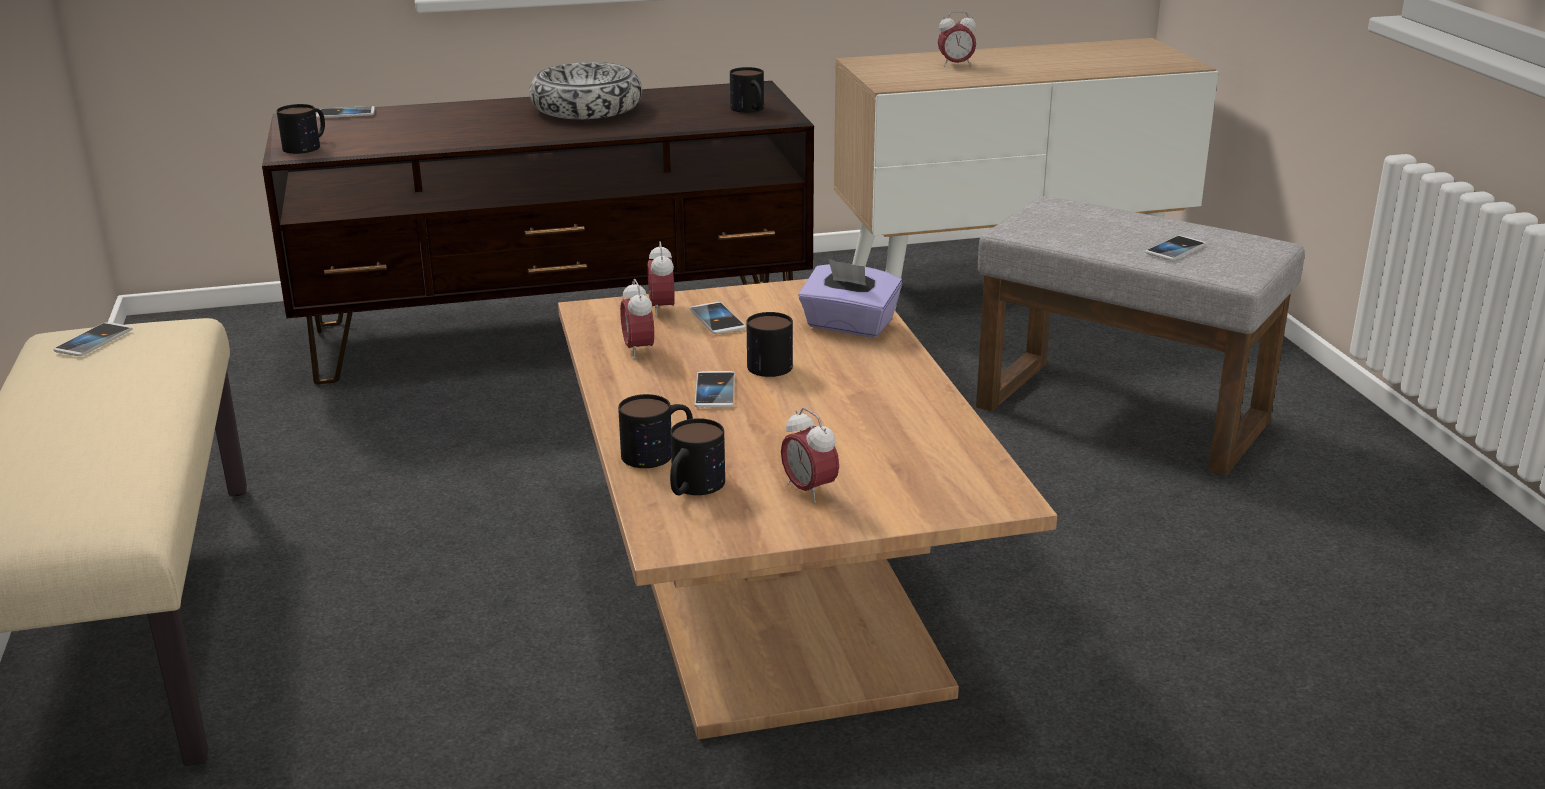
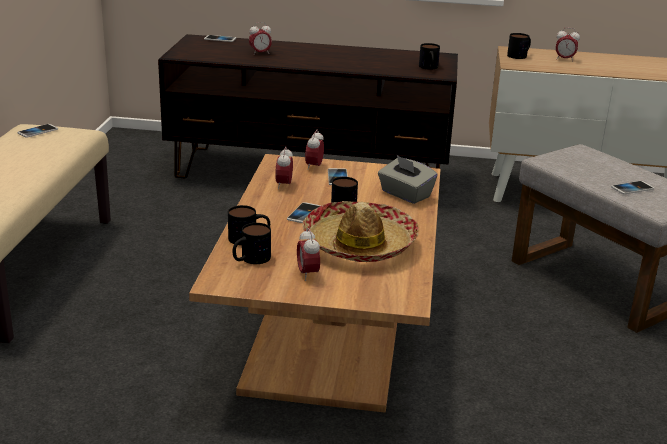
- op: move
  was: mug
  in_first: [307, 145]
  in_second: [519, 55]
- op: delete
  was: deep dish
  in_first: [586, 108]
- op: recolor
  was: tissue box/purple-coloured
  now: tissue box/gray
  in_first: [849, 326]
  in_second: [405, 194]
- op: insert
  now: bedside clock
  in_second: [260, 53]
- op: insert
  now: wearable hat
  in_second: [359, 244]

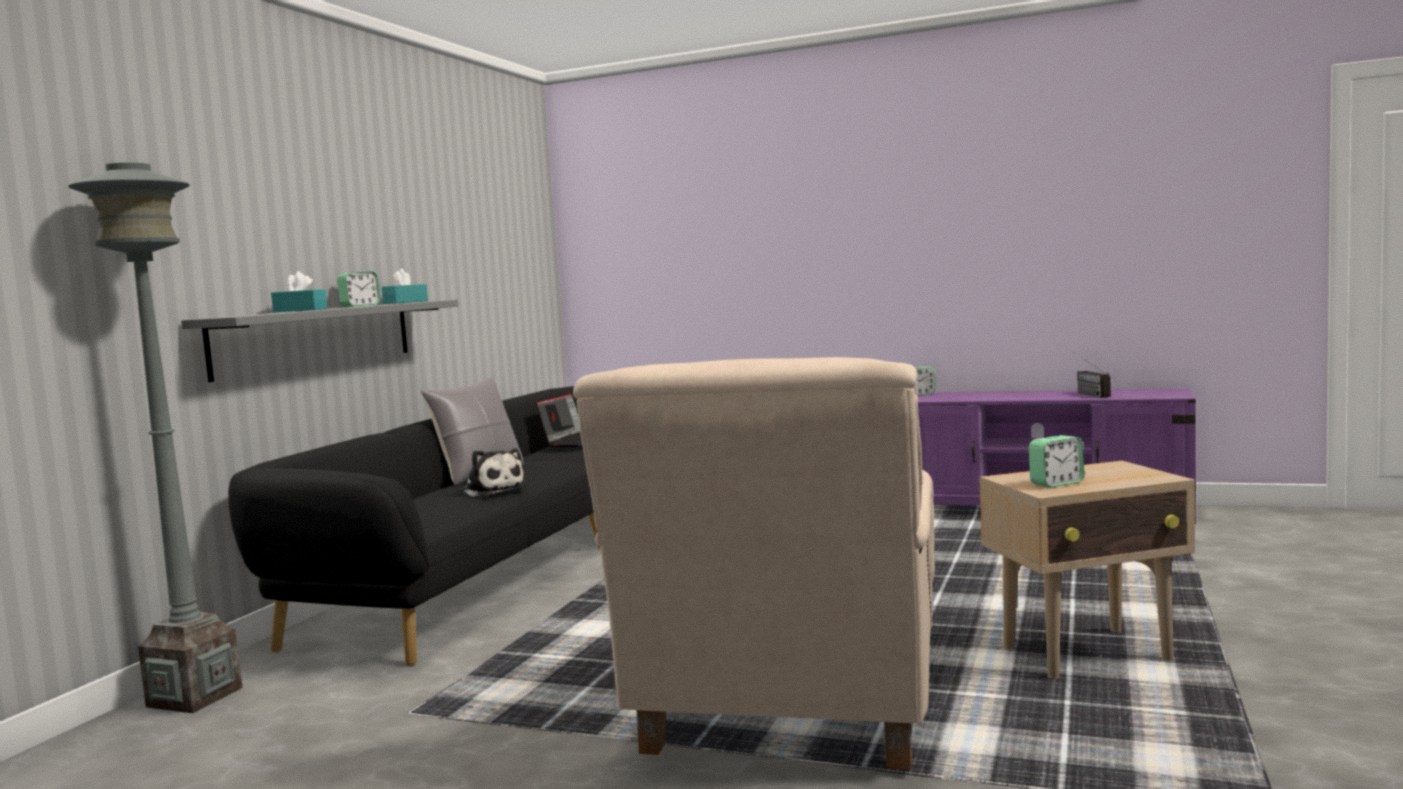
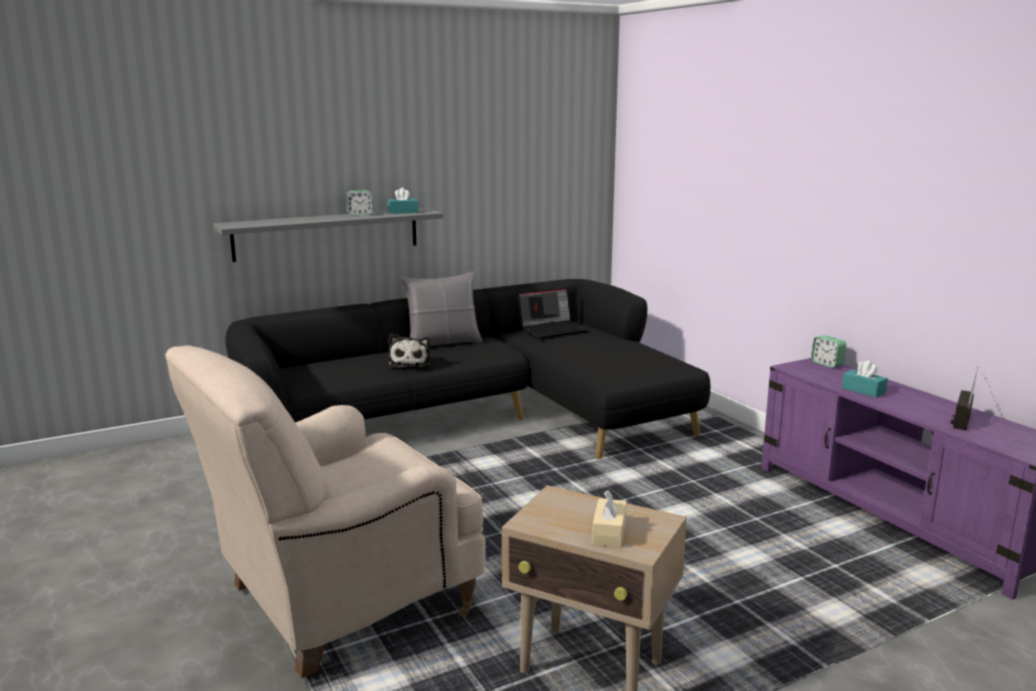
- op: delete
  was: standard lamp/gray
  in_first: [194, 697]
- op: move
  was: tissue box/turquoise-coloured
  in_first: [300, 310]
  in_second: [863, 390]
- op: delete
  was: bedside clock
  in_first: [1056, 483]
- op: insert
  now: tissue box/beige-coloured
  in_second: [609, 532]

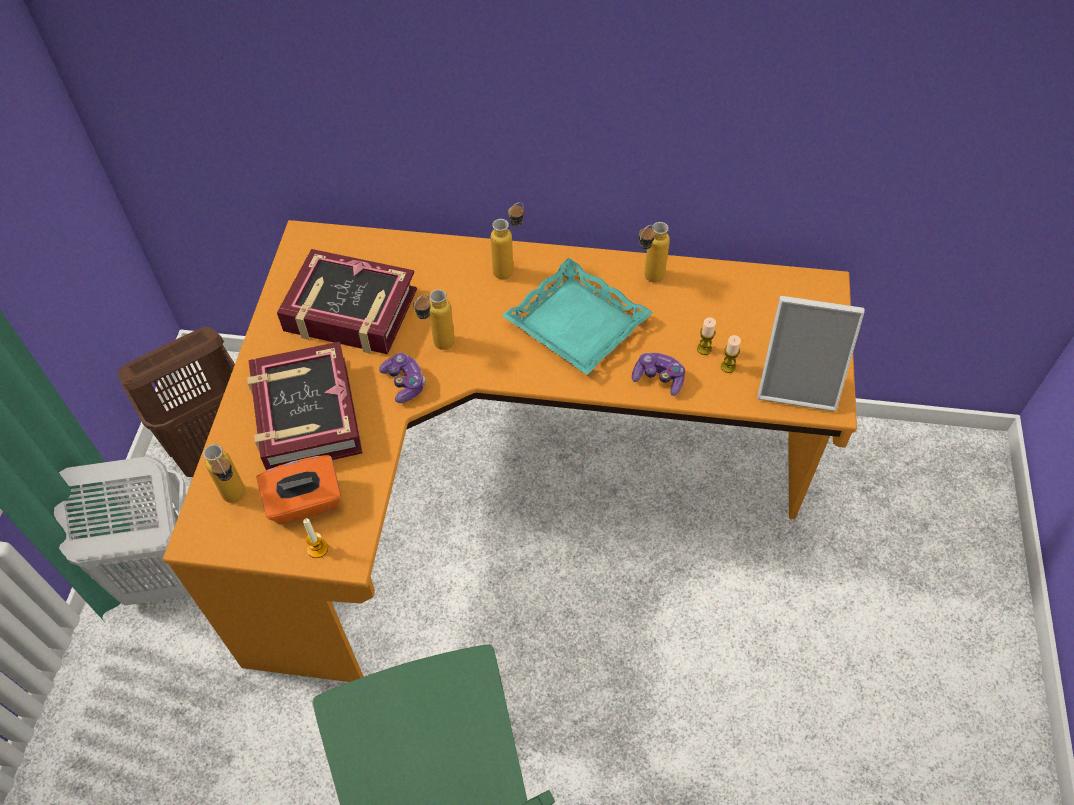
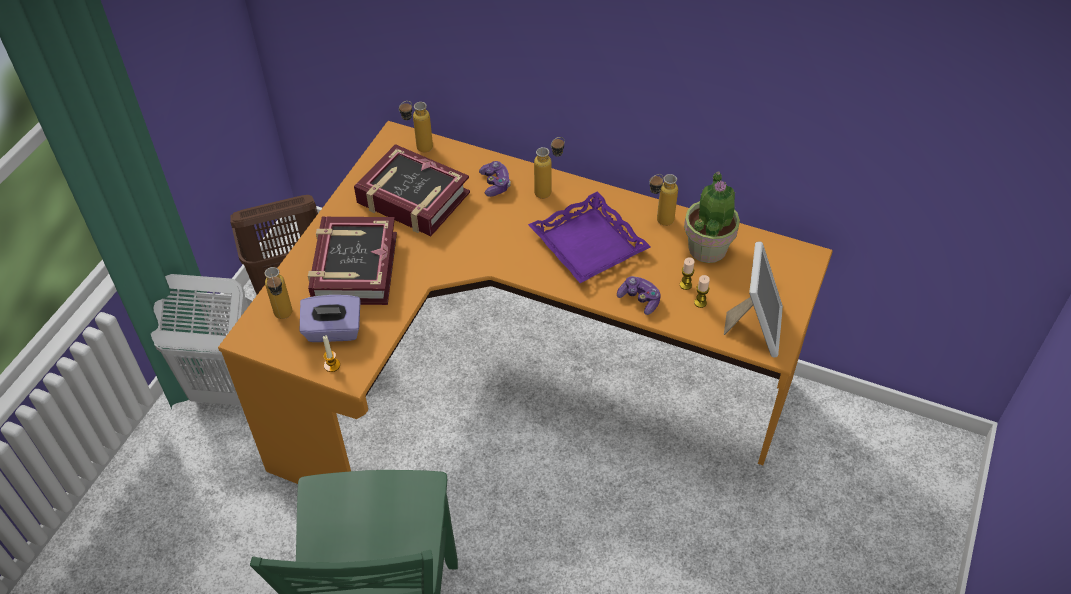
- op: recolor
  was: tissue box/orange
  now: tissue box/purple-coloured
  in_first: [305, 503]
  in_second: [333, 331]
- op: move
  was: game controller
  in_first: [404, 383]
  in_second: [495, 184]
- op: move
  was: beverage bottle
  in_first: [437, 347]
  in_second: [418, 150]
- op: recolor
  was: tray/turquoise-coloured
  now: tray/purple-coloured
  in_first: [576, 323]
  in_second: [587, 244]
- op: rotate
  was: photo frame
  in_first: [798, 383]
  in_second: [754, 328]
  clockwise: -105
- op: insert
  now: plant in a pot
  in_second: [708, 248]

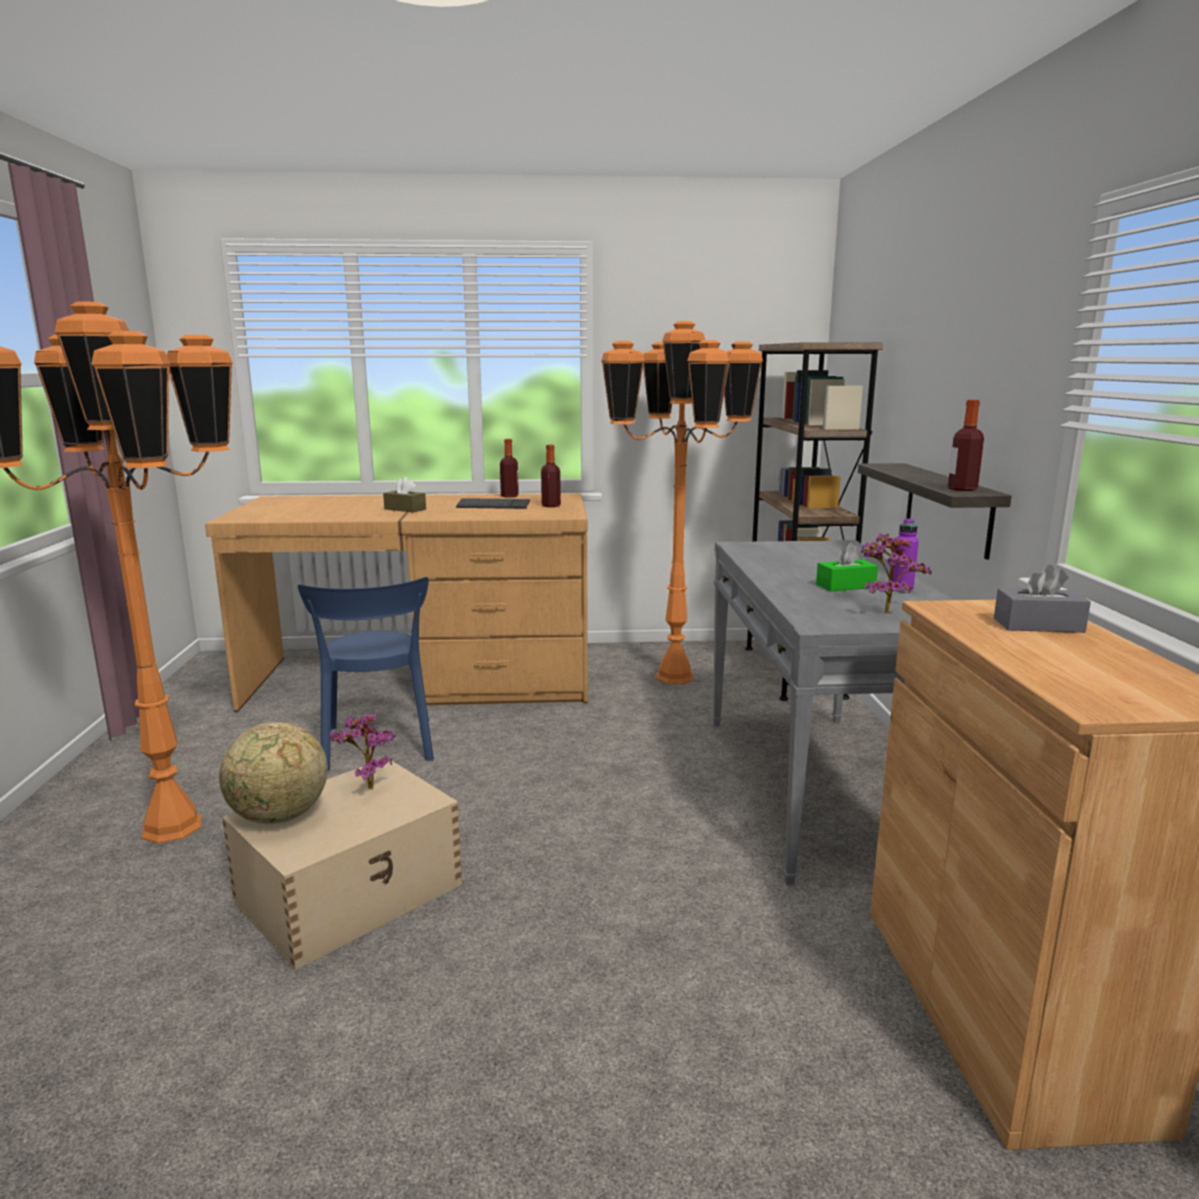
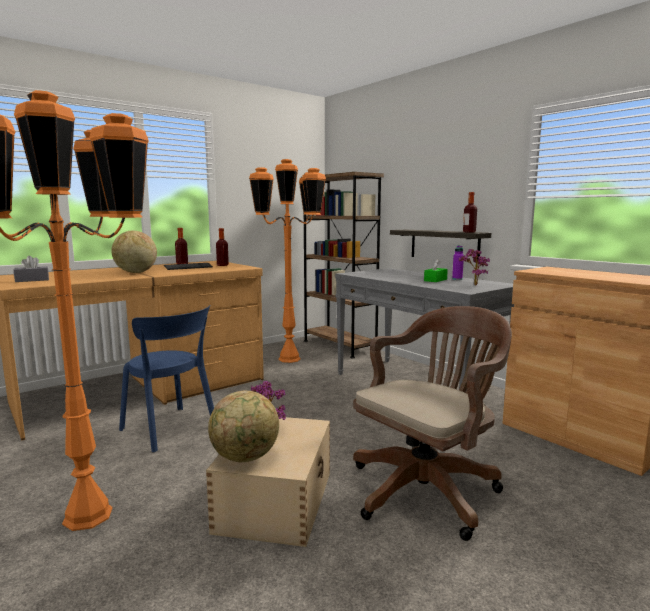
- op: replace
  was: tissue box/brown-coloured
  now: desk globe
  in_first: [405, 509]
  in_second: [135, 272]
- op: move
  was: tissue box/gray
  in_first: [1038, 625]
  in_second: [32, 280]
- op: insert
  now: computer chair/brown-coloured
  in_second: [428, 488]

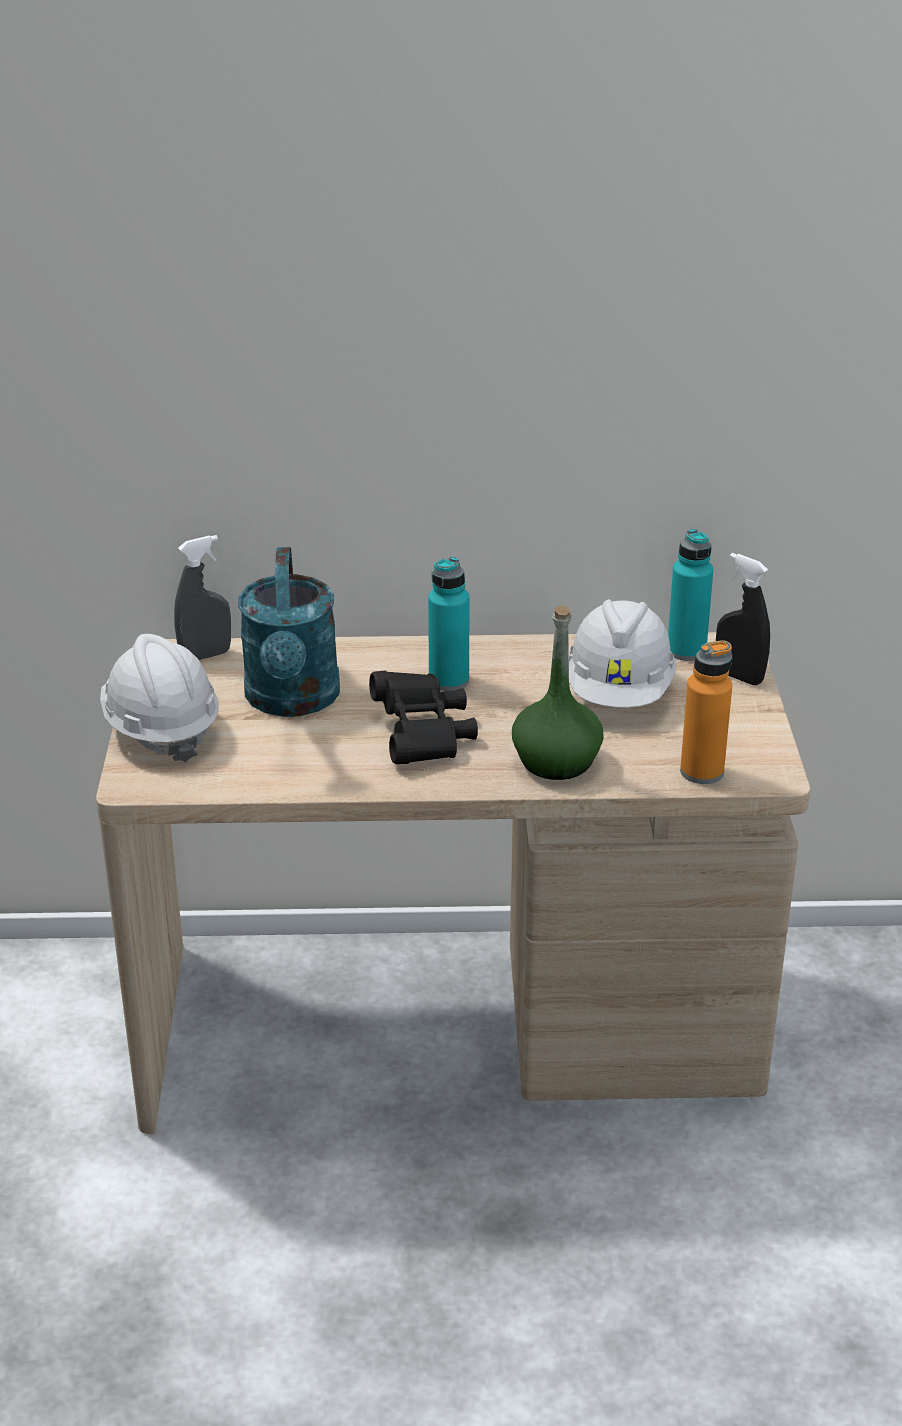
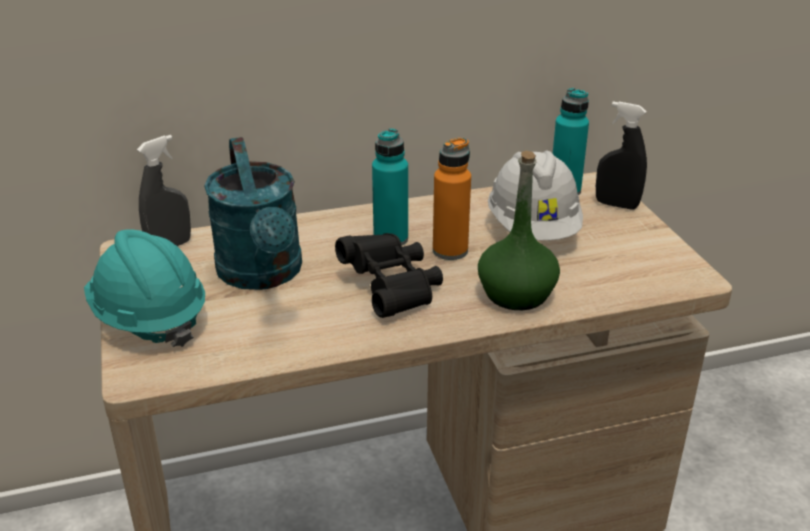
- op: recolor
  was: work helmet/white
  now: work helmet/turquoise-coloured
  in_first: [161, 730]
  in_second: [149, 319]
- op: move
  was: beverage bottle/orange
  in_first: [702, 772]
  in_second: [450, 251]

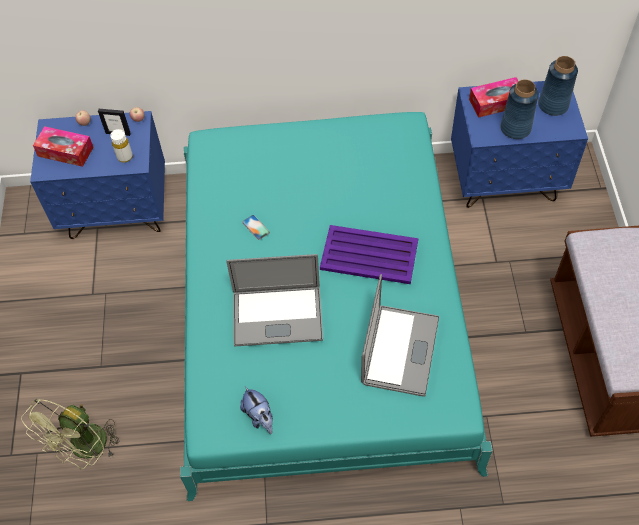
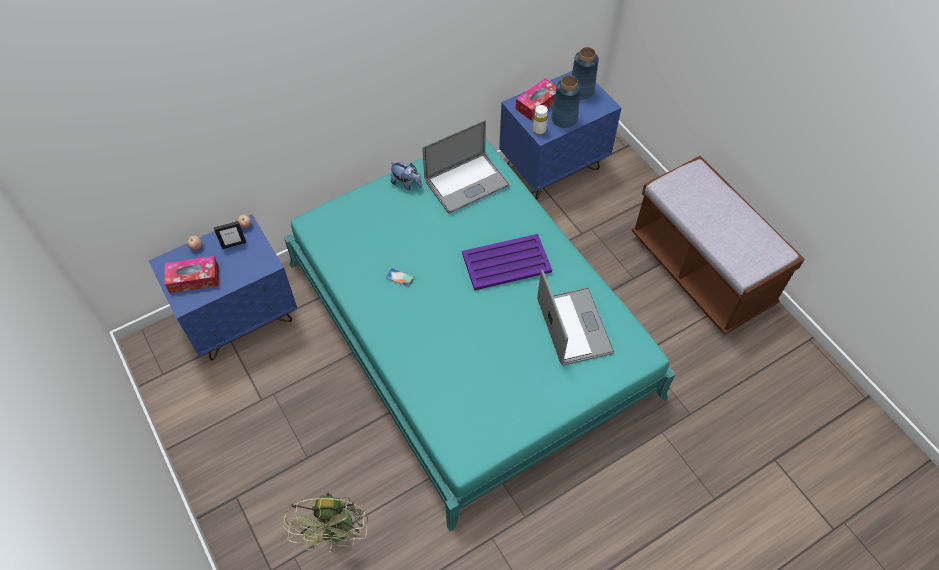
- op: move
  was: beverage bottle/white
  in_first: [125, 157]
  in_second: [539, 130]
- op: move
  was: notebook computer
  in_first: [277, 316]
  in_second: [466, 183]
- op: move
  was: soft toy
  in_first: [259, 417]
  in_second: [406, 184]

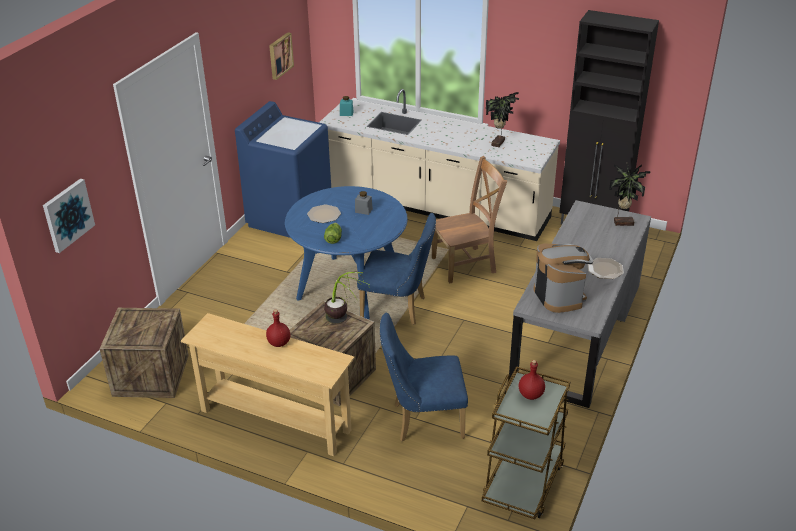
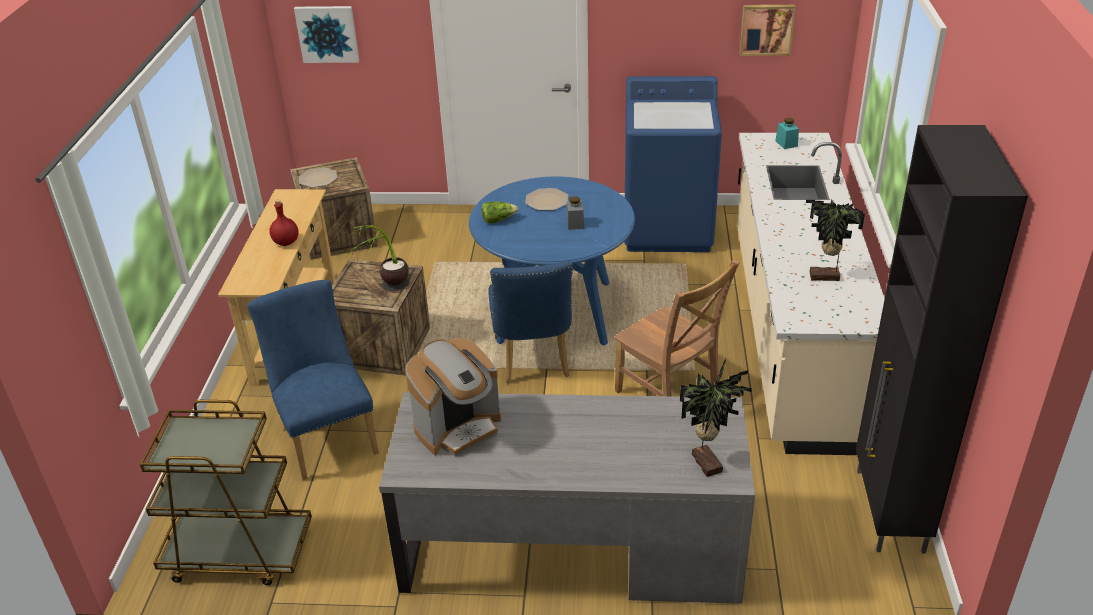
- op: delete
  was: beverage bottle/red
  in_first: [530, 395]
- op: move
  was: flat dish
  in_first: [605, 269]
  in_second: [318, 179]

